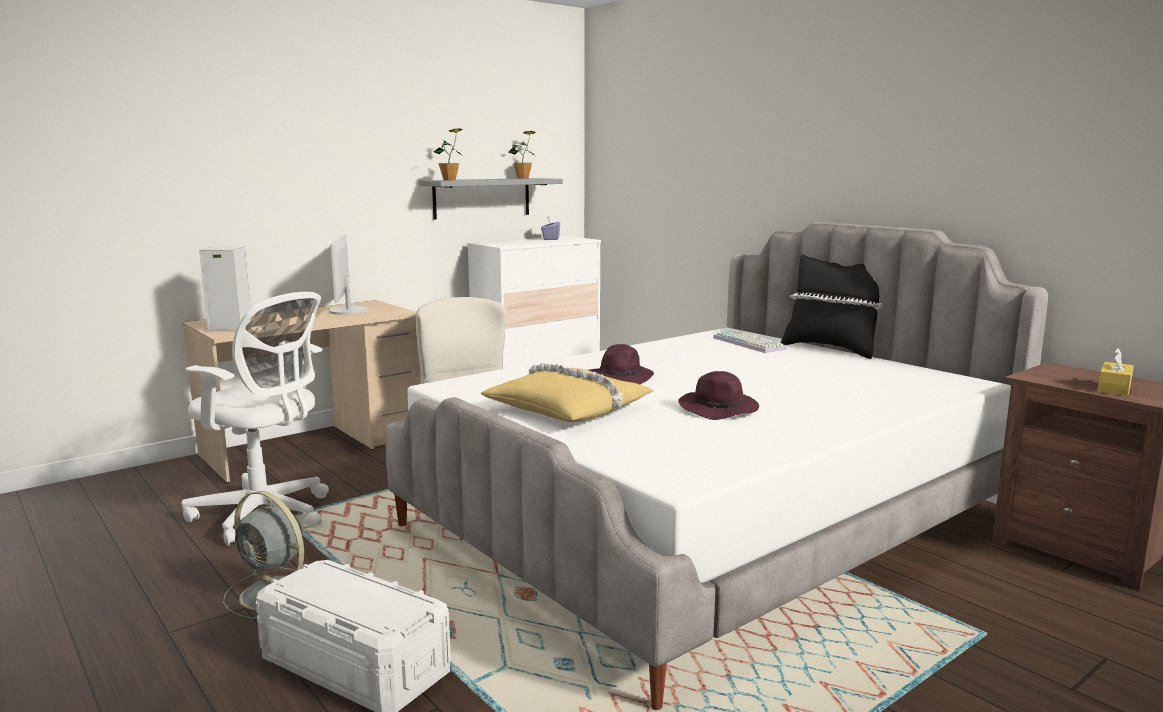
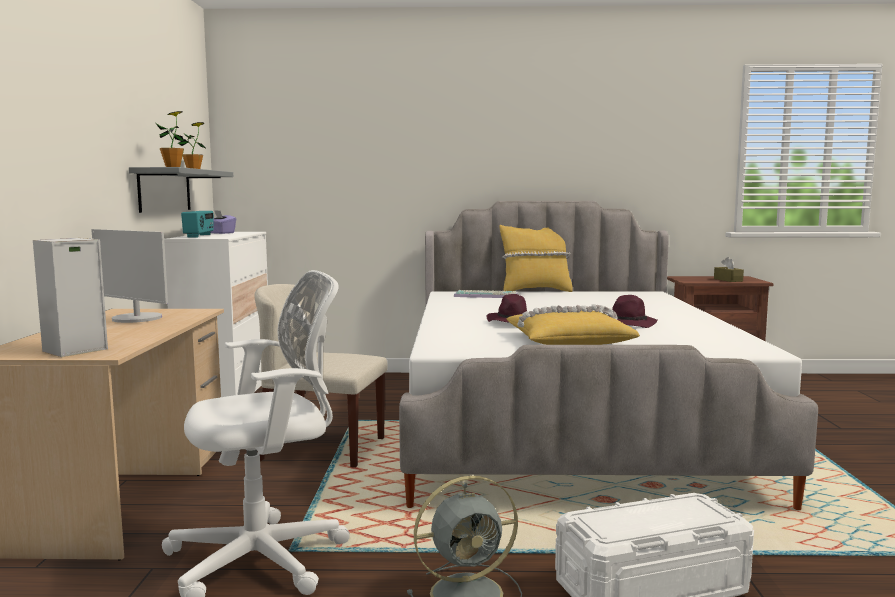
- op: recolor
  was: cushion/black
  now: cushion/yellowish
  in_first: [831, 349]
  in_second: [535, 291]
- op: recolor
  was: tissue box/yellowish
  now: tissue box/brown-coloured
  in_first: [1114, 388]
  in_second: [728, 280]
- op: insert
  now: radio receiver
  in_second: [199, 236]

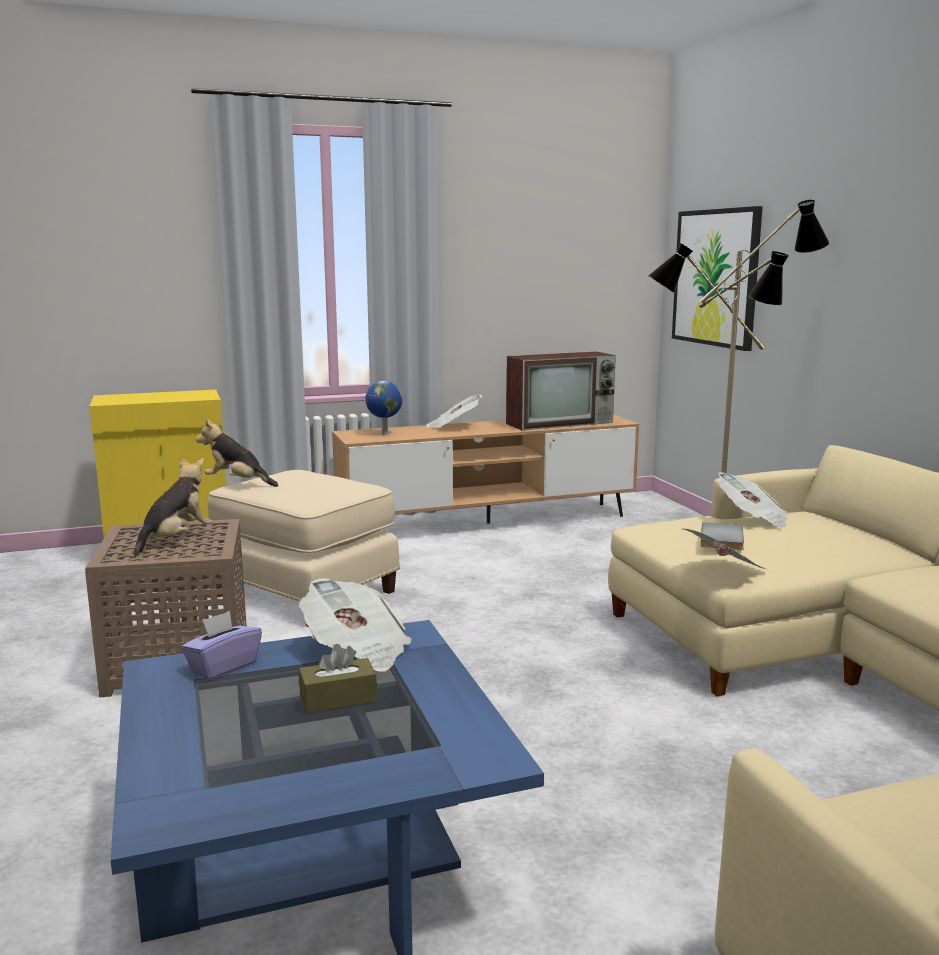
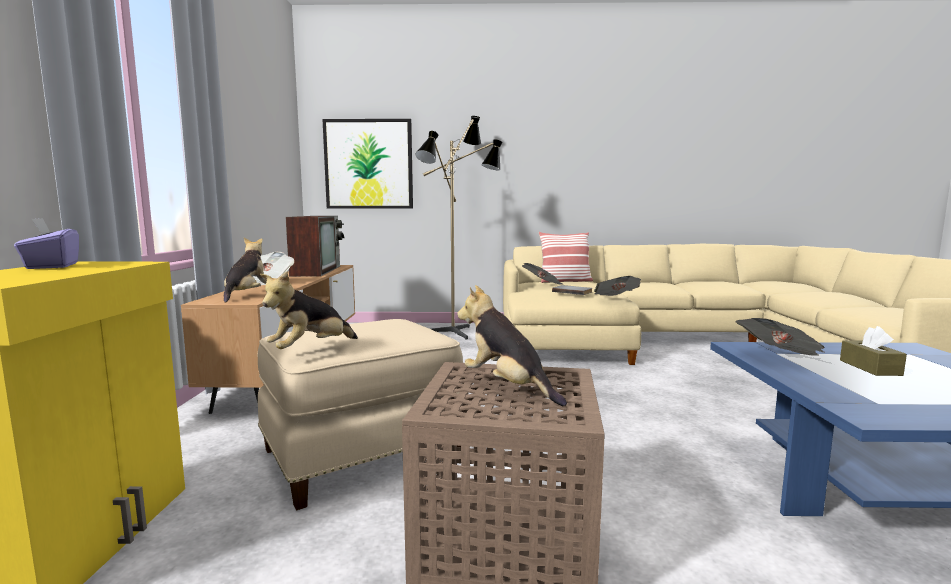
- op: move
  was: tissue box/purple-coloured
  in_first: [223, 666]
  in_second: [51, 266]
- op: replace
  was: desk globe
  now: soft toy
  in_first: [384, 434]
  in_second: [247, 295]
- op: insert
  now: cushion
  in_second: [565, 281]

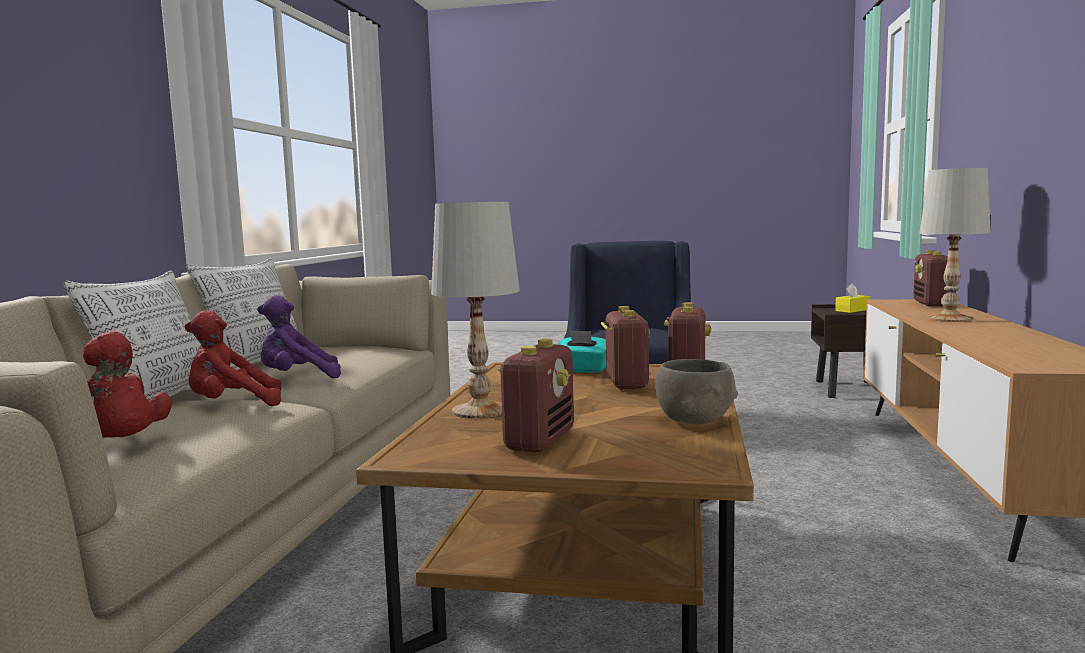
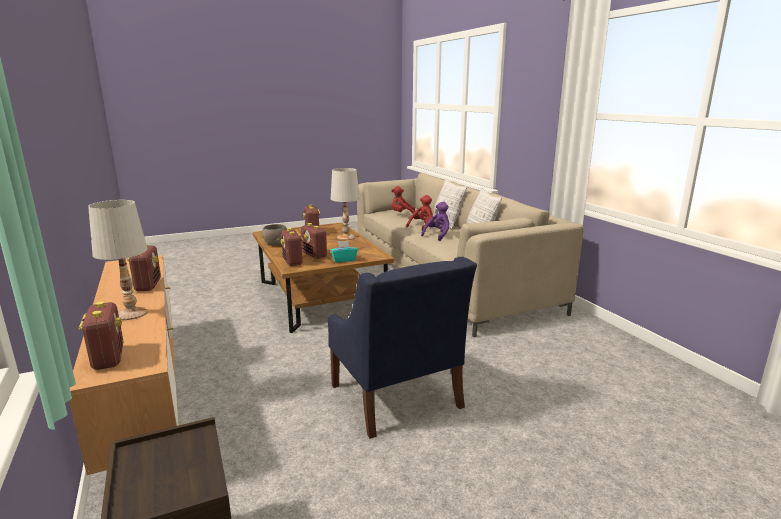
- op: delete
  was: tissue box/yellowish
  in_first: [852, 310]
- op: insert
  now: radio receiver
  in_second: [148, 285]

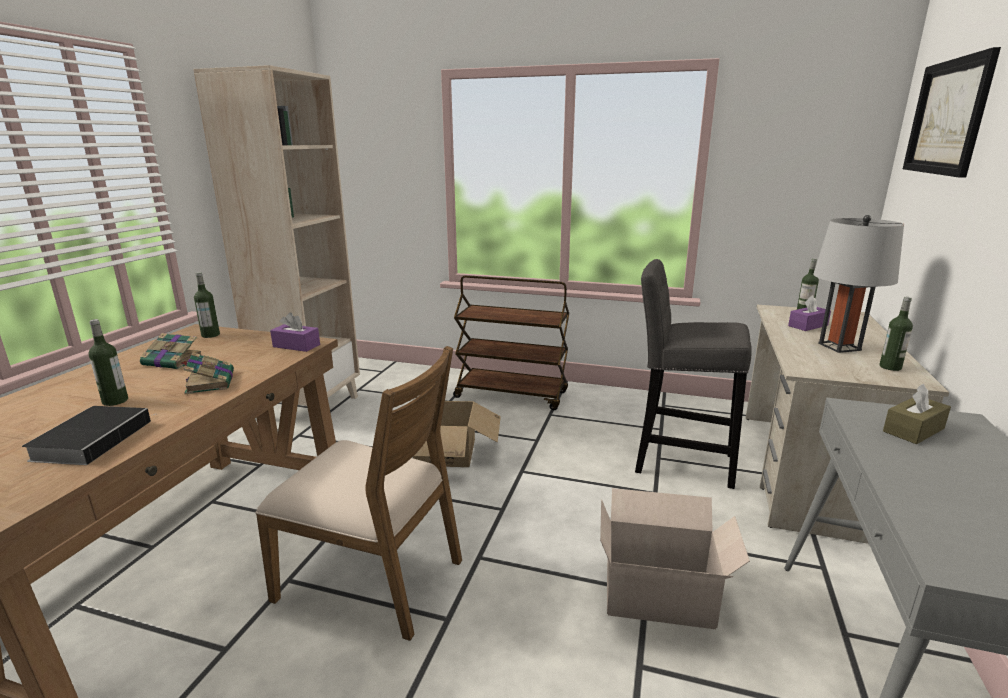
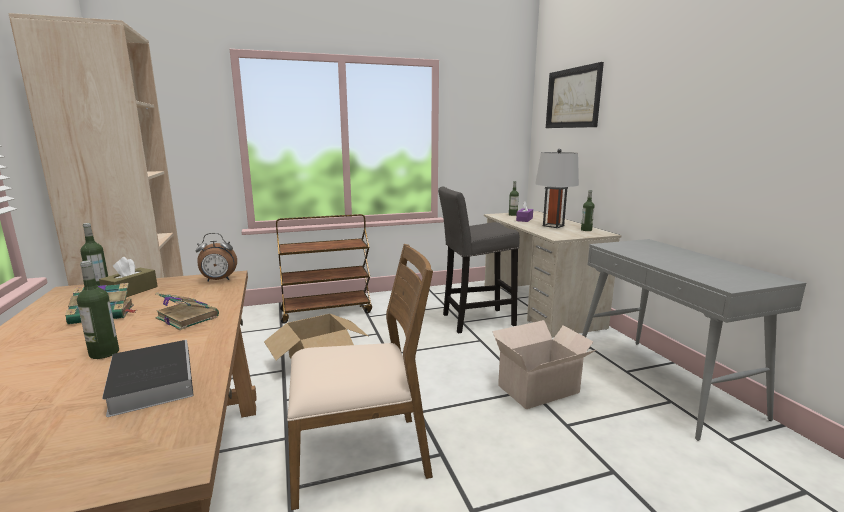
- op: replace
  was: tissue box/purple-coloured
  now: bedside clock
  in_first: [296, 346]
  in_second: [218, 280]
- op: move
  was: tissue box/brown-coloured
  in_first: [913, 430]
  in_second: [131, 291]

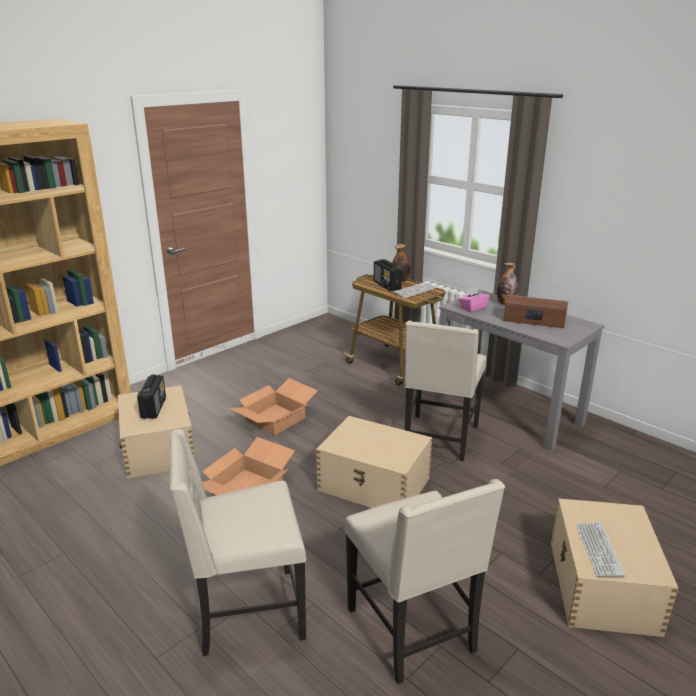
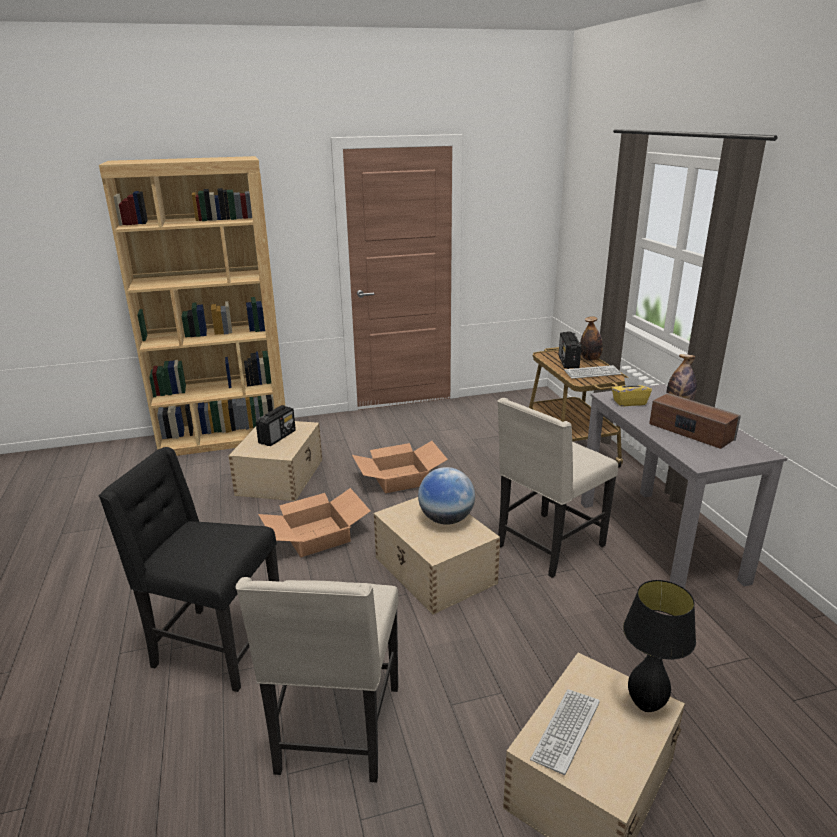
- op: recolor
  was: chair/beige-coloured
  now: chair/black
  in_first: [246, 613]
  in_second: [215, 646]
- op: recolor
  was: tissue box/pink-coloured
  now: tissue box/yellowish
  in_first: [473, 308]
  in_second: [629, 402]
- op: insert
  now: desk globe
  in_second: [446, 519]
- op: insert
  now: lamp for a table/black
  in_second: [645, 705]

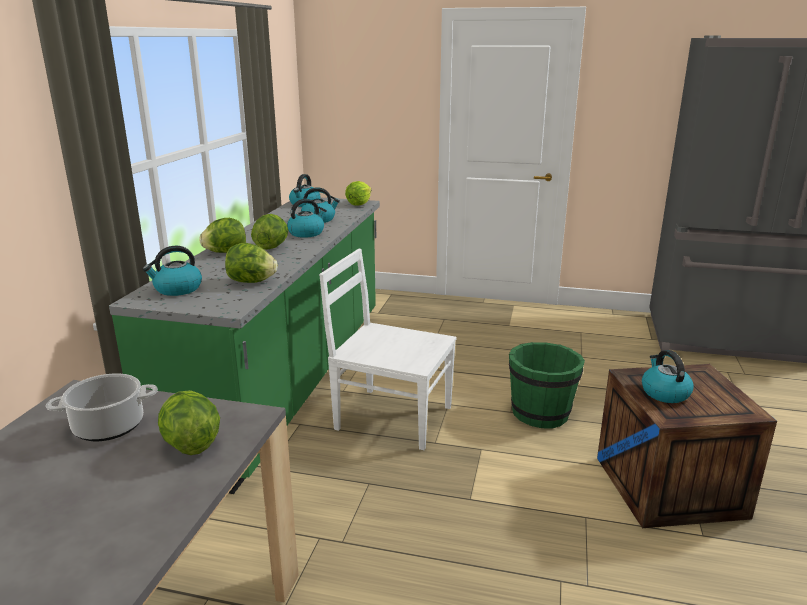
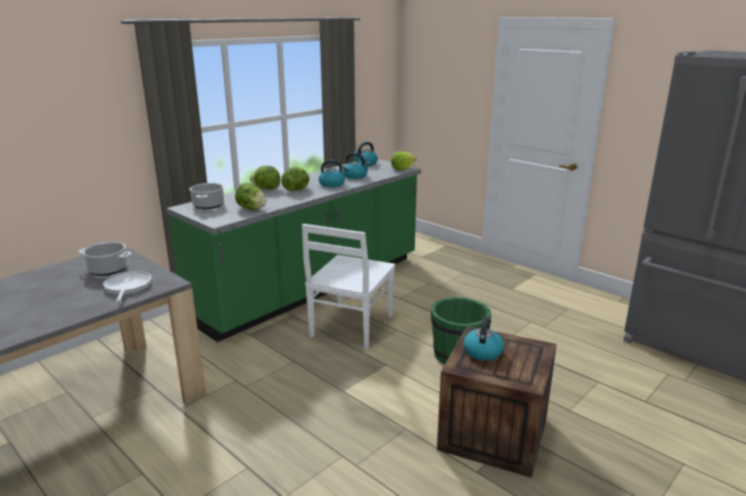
- op: replace
  was: tea kettle
  now: saucepot
  in_first: [177, 289]
  in_second: [208, 206]
- op: replace
  was: lettuce head
  now: frying pan
  in_first: [190, 444]
  in_second: [127, 287]
- op: rotate
  was: chair/white
  in_first: [391, 417]
  in_second: [351, 327]
  clockwise: -120

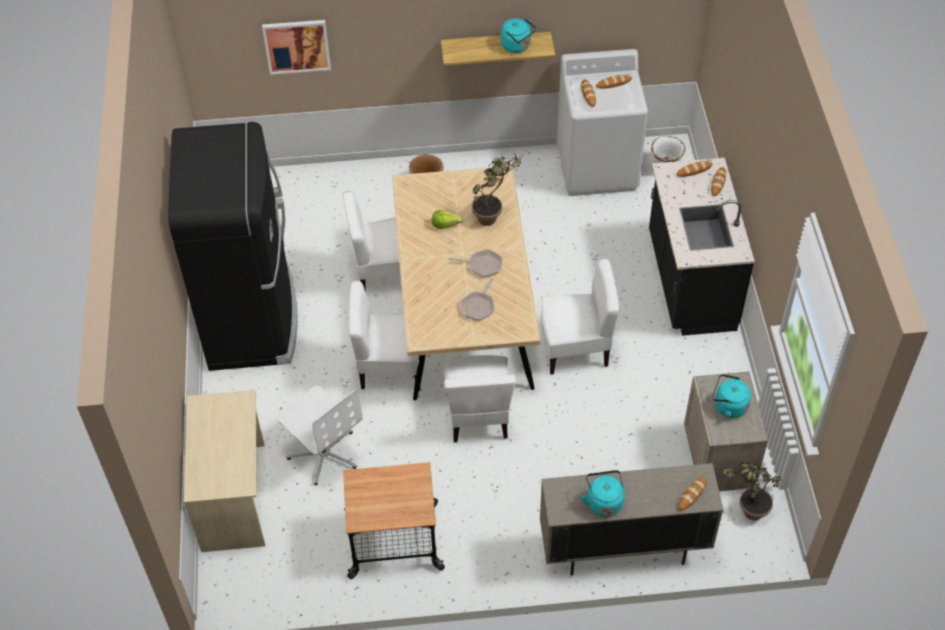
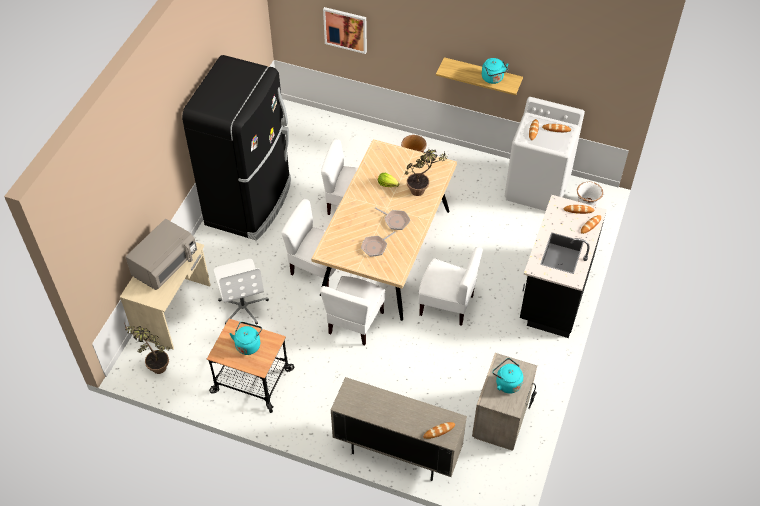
- op: move
  was: tea kettle/turquoise-coloured
  in_first: [603, 501]
  in_second: [248, 344]
- op: move
  was: plant in a pot
  in_first: [745, 511]
  in_second: [155, 365]
- op: insert
  now: kitchen microwave/gray
  in_second: [165, 266]

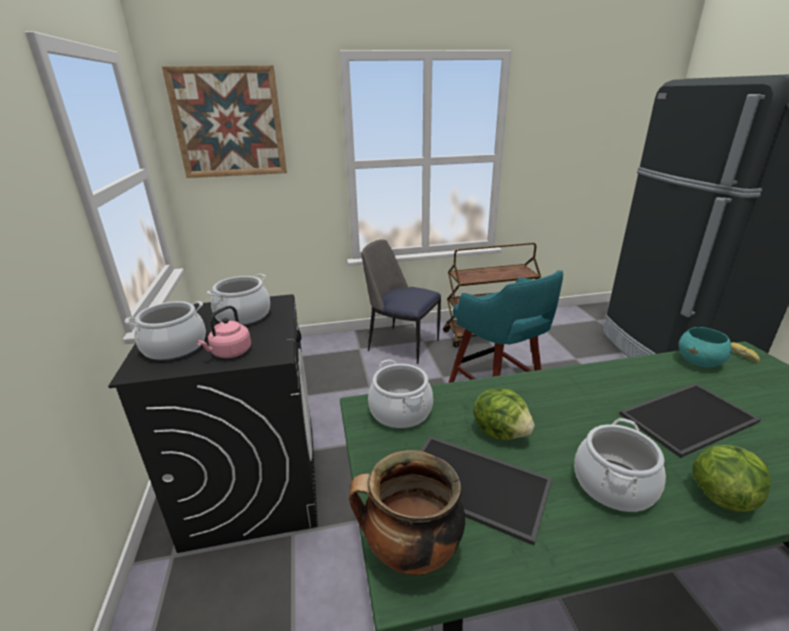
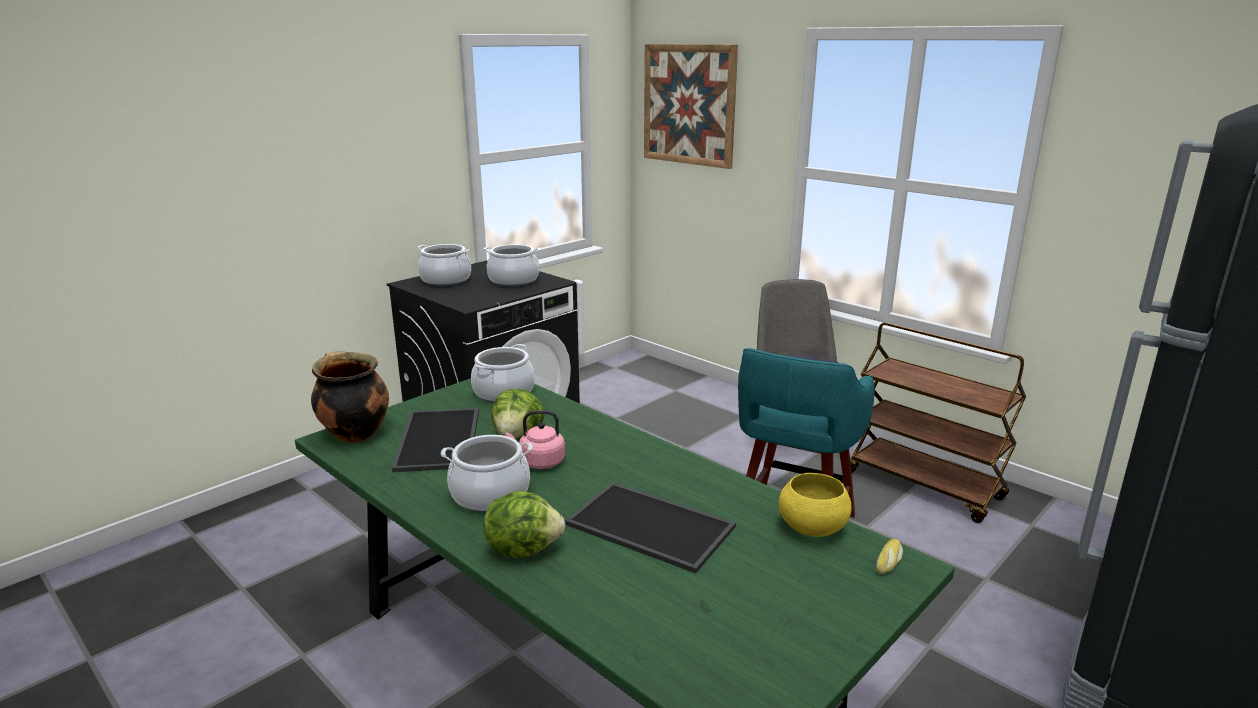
- op: move
  was: tea kettle/pink-coloured
  in_first: [230, 353]
  in_second: [539, 462]
- op: recolor
  was: deep dish/turquoise-coloured
  now: deep dish/yellowish
  in_first: [699, 362]
  in_second: [812, 528]

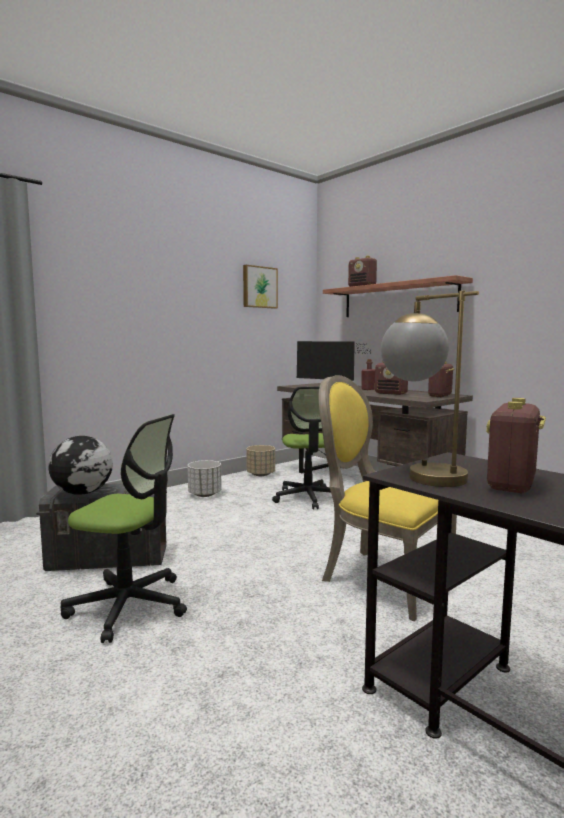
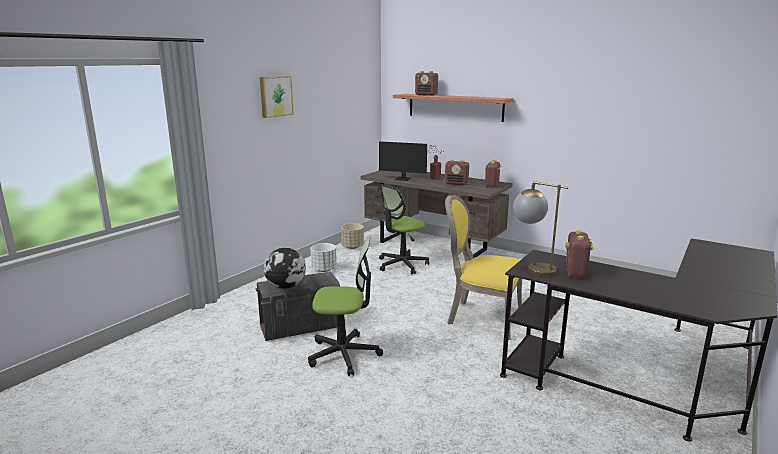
- op: move
  was: picture
  in_first: [259, 287]
  in_second: [275, 96]
- op: rotate
  was: computer chair
  in_first: [308, 498]
  in_second: [402, 264]
  clockwise: 75

